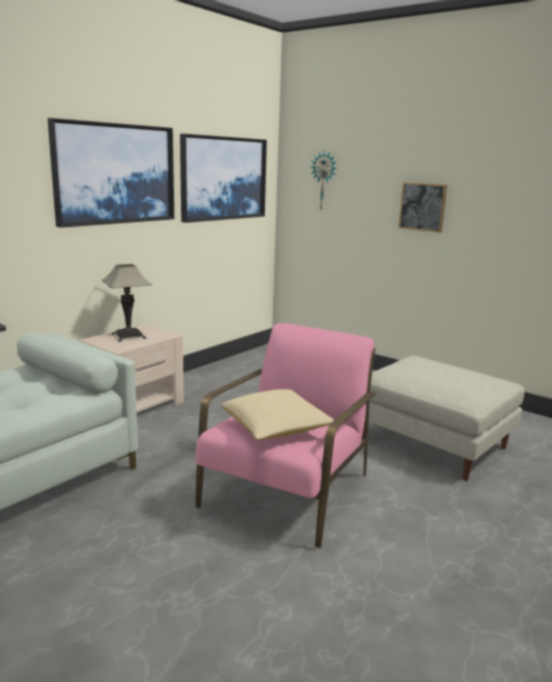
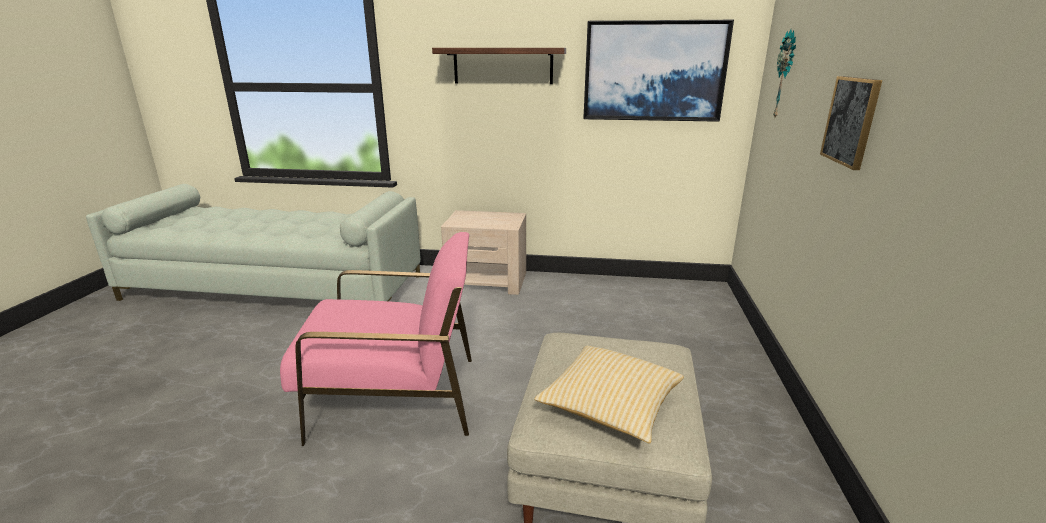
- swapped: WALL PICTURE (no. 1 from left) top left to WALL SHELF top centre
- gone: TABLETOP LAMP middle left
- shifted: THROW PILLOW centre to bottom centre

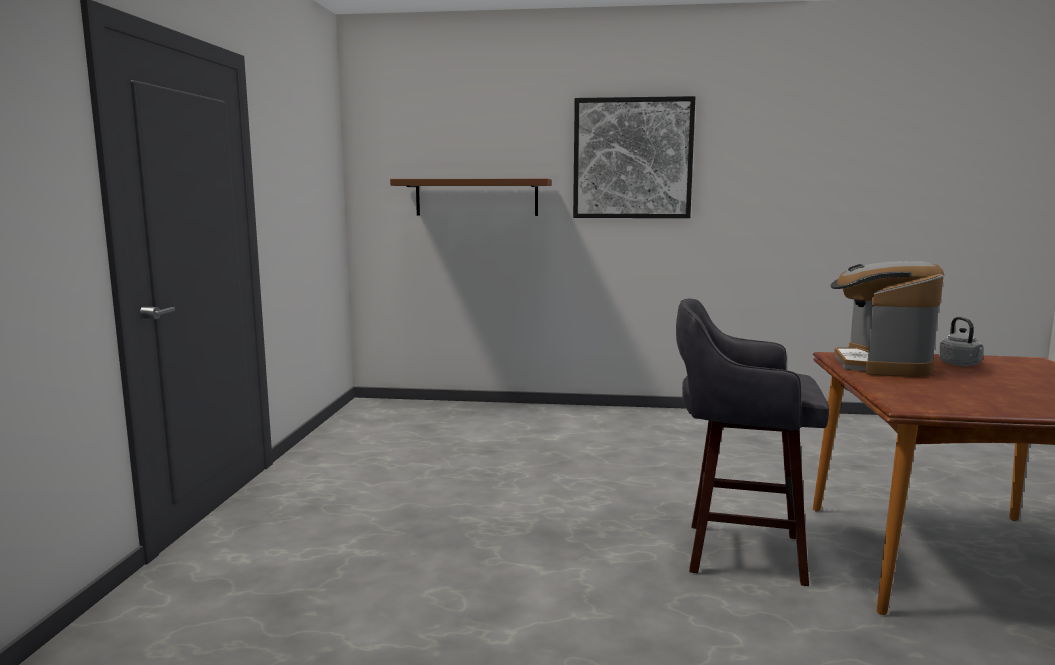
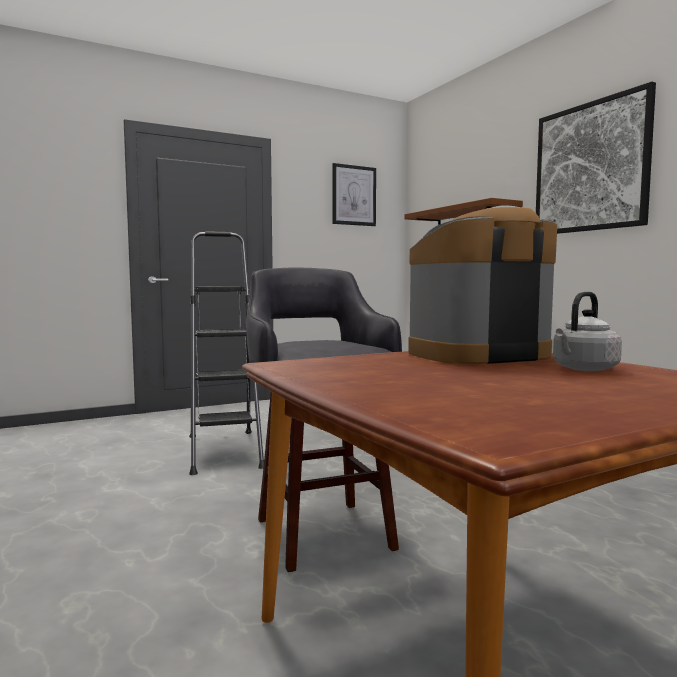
- new: WALL PICTURE (no. 1 from left) top centre
- new: STEPLADDER centre

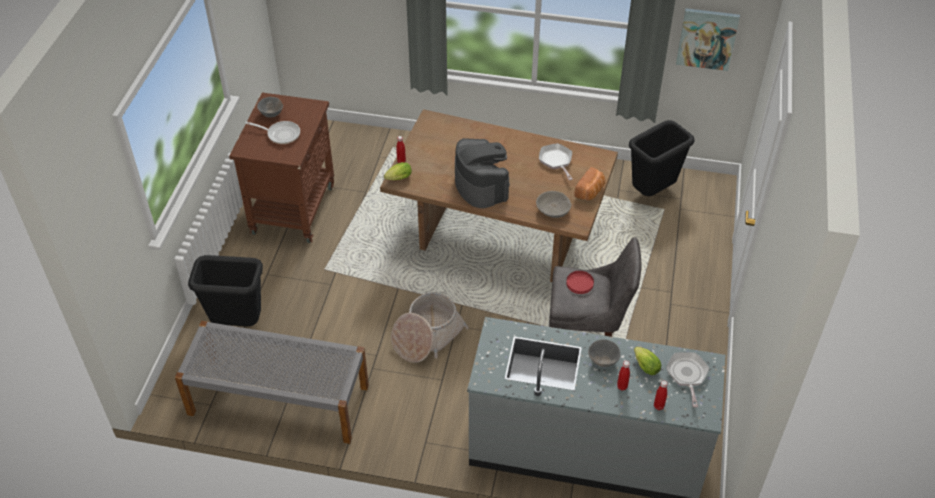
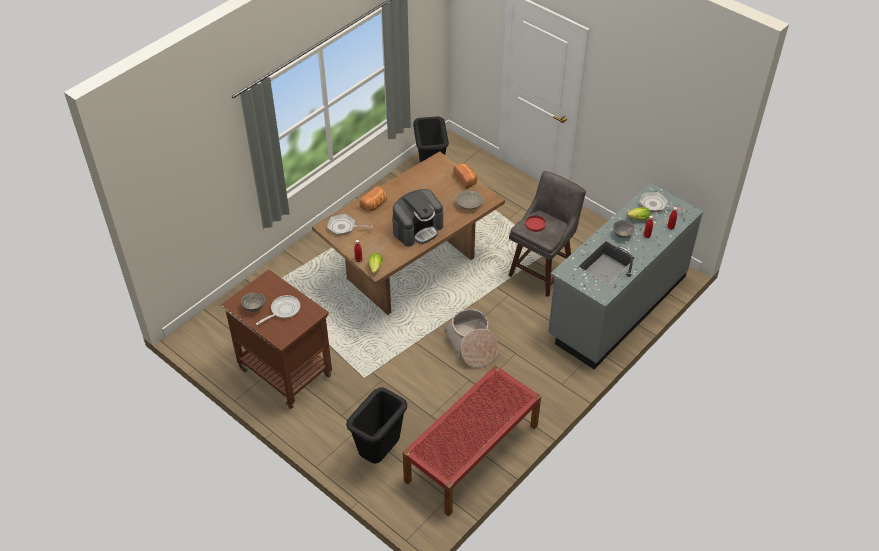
- gone: WALL PICTURE top right
- rotated: COFFEE BREWER centre = centre 135 degrees clockwise
- shifted: PAN (no. 2 from left) top centre to centre
- repainted: GRAY LONG SEAT bottom left to REDDISH LONG SEAT bottom centre
- new: BAKED BREAD (no. 1 from left) centre

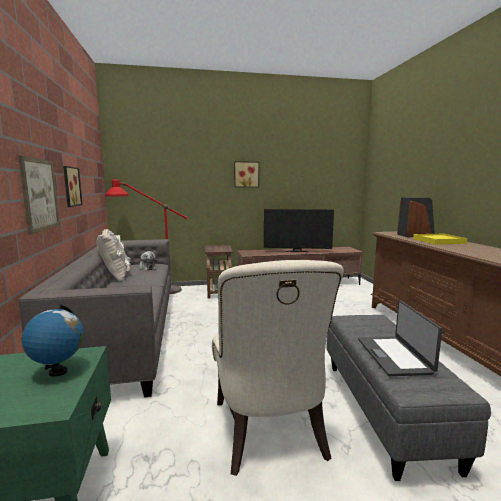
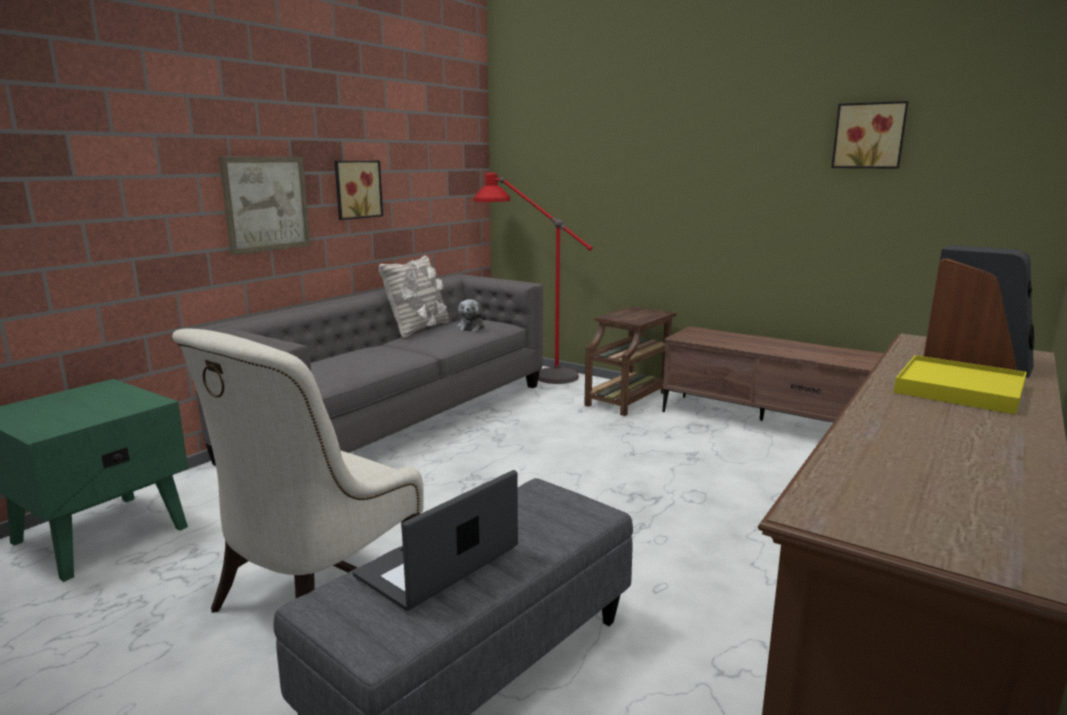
- shifted: WALL PICTURE (no. 3 from left) centre to top right
- gone: TV SET centre
- gone: DESK GLOBE bottom left

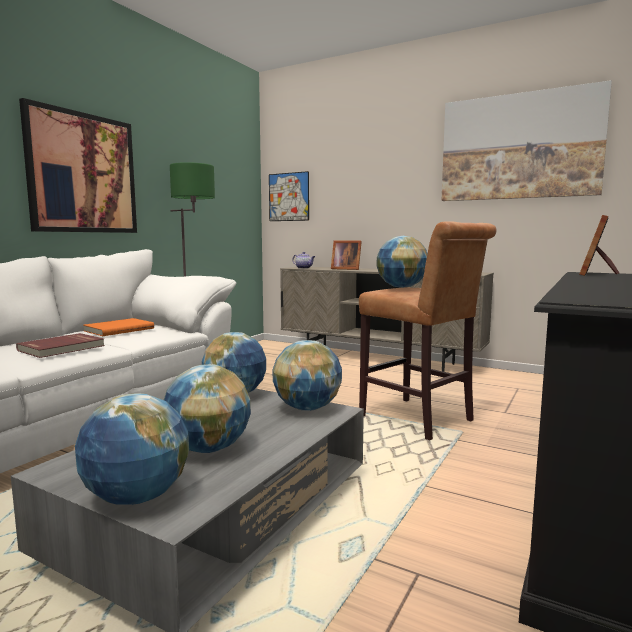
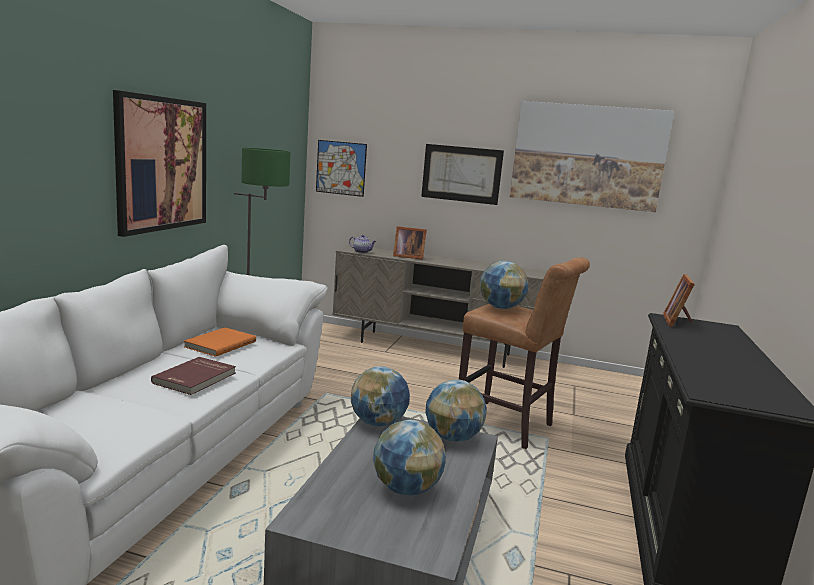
- gone: DESK GLOBE (no. 1 from left) bottom left
- new: WALL PICTURE (no. 3 from left) top centre

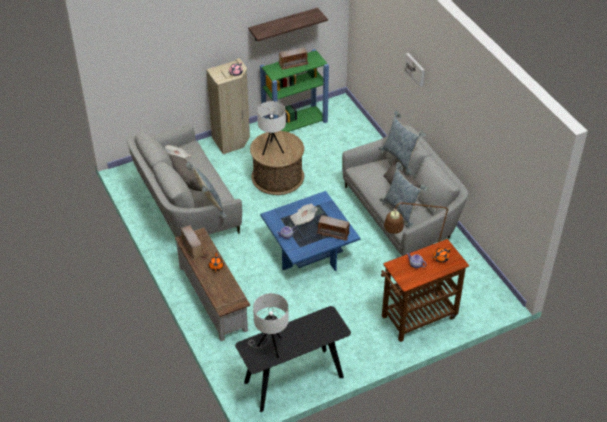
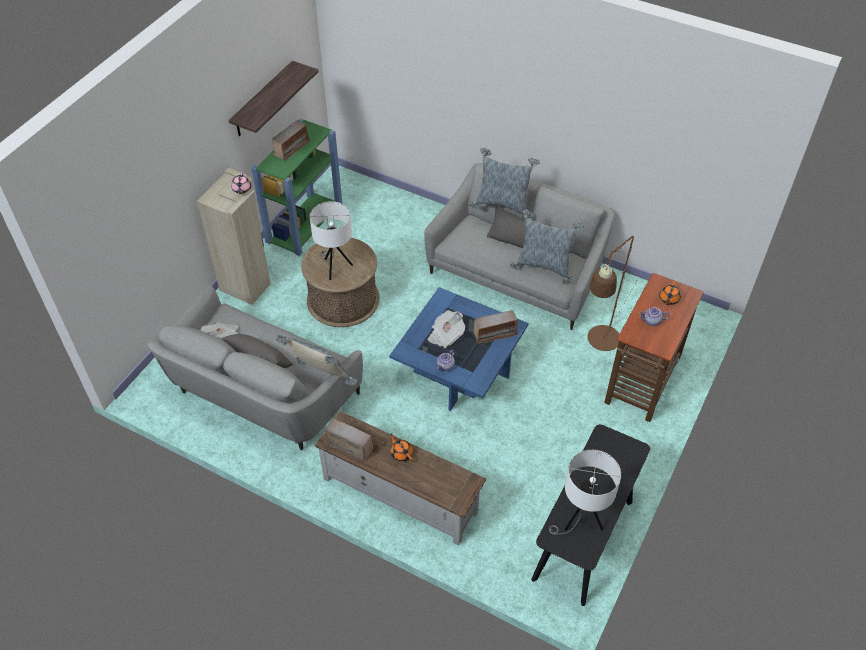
- gone: WALL PICTURE top right

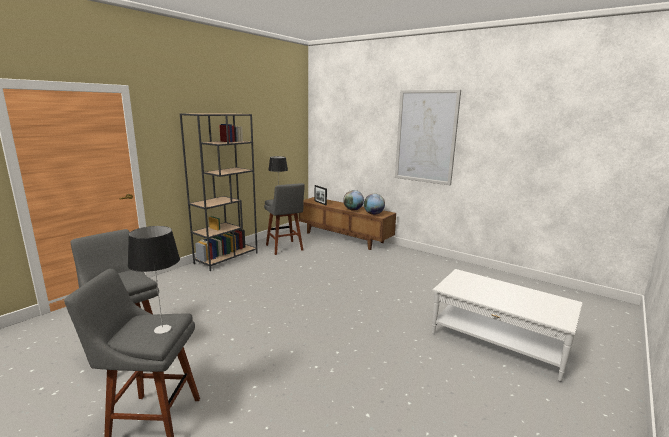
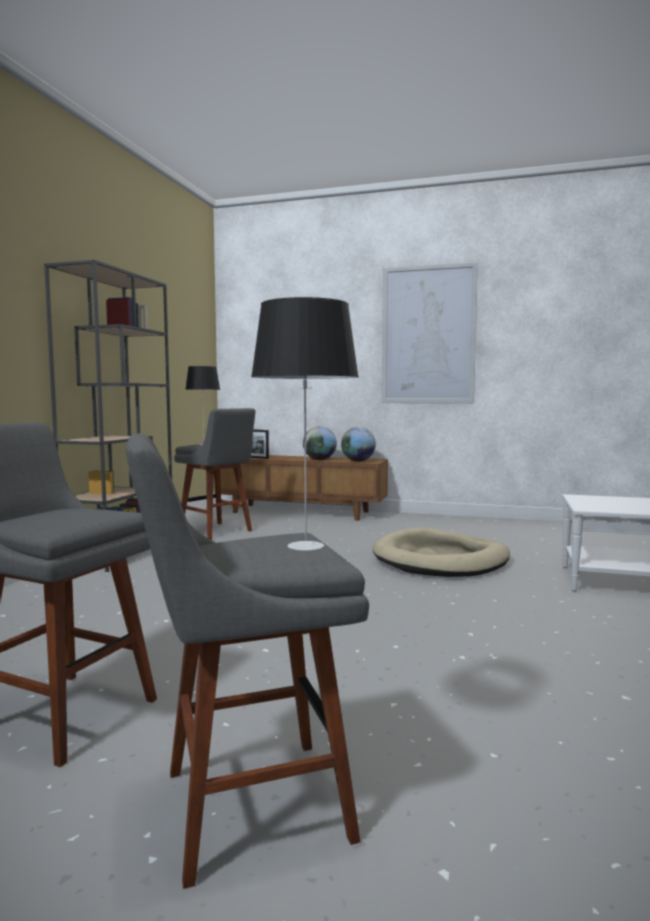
- new: BEIGE-COLOURED PET BED middle right

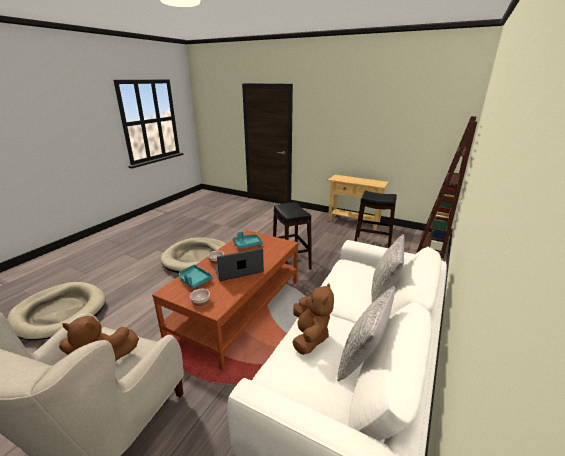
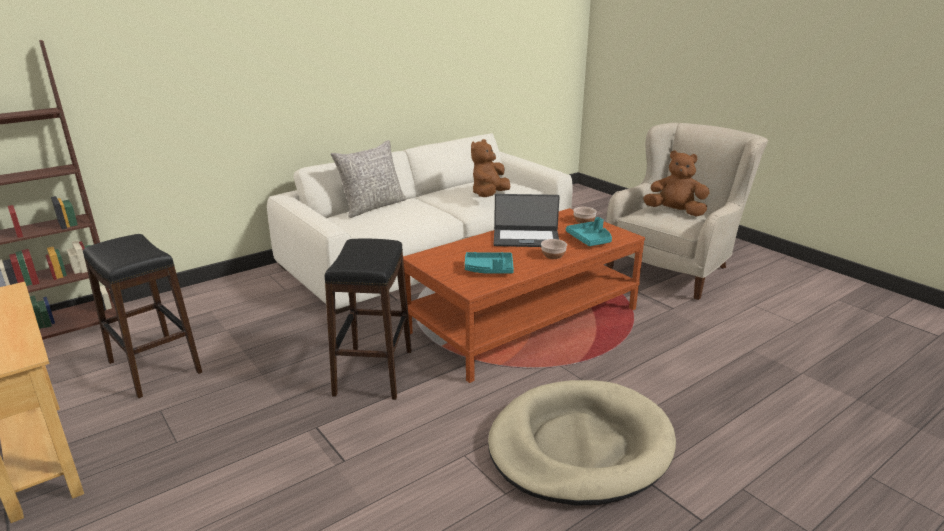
- gone: BEIGE-COLOURED PET BED (no. 1 from left) bottom left
- gone: GRAY THROW PILLOW (no. 1 from left) bottom centre

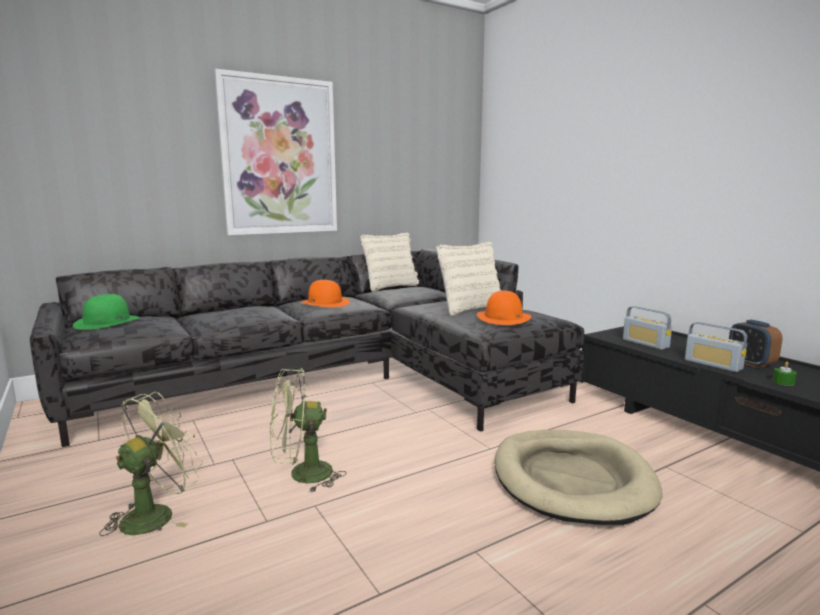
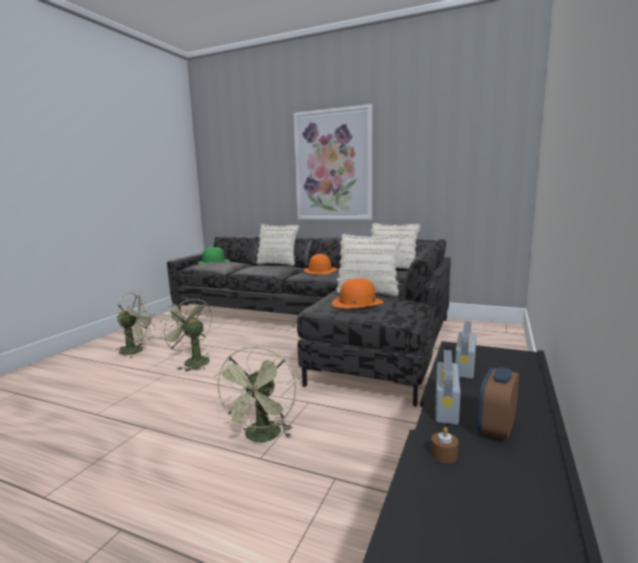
- repainted: GREENISH WAX LIGHT middle right to BROWN WAX LIGHT bottom right
- swapped: BEIGE-COLOURED PET BED bottom right to GREENISH COOLING FAN (no. 3 from left) bottom centre
- new: BEIGE-COLOURED THROW PILLOW (no. 1 from left) centre

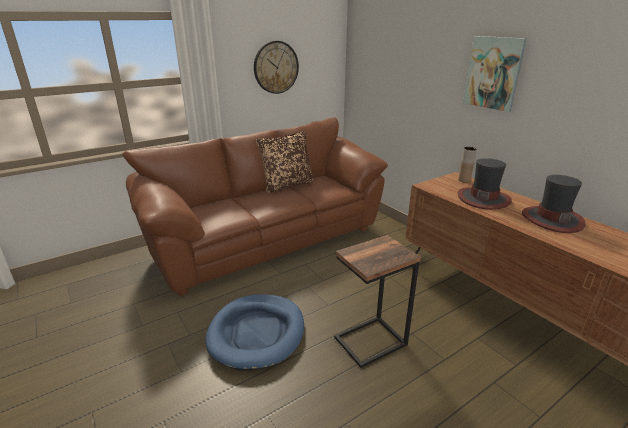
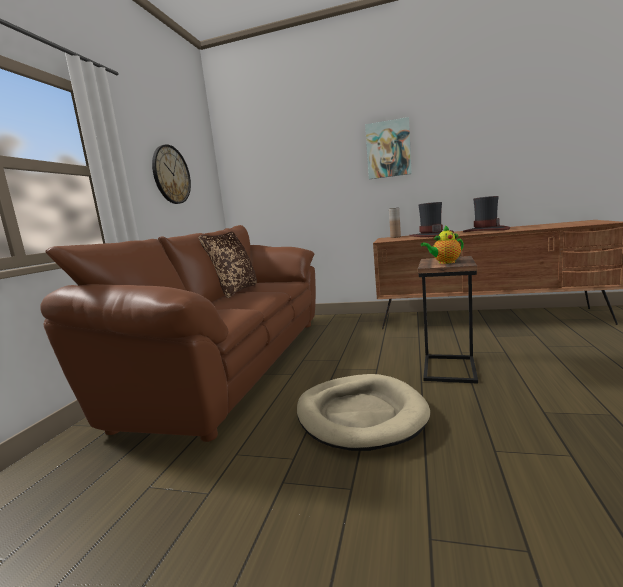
- repainted: BLUE PET BED bottom centre to BEIGE-COLOURED PET BED bottom centre
- new: POT FOR TEA middle right

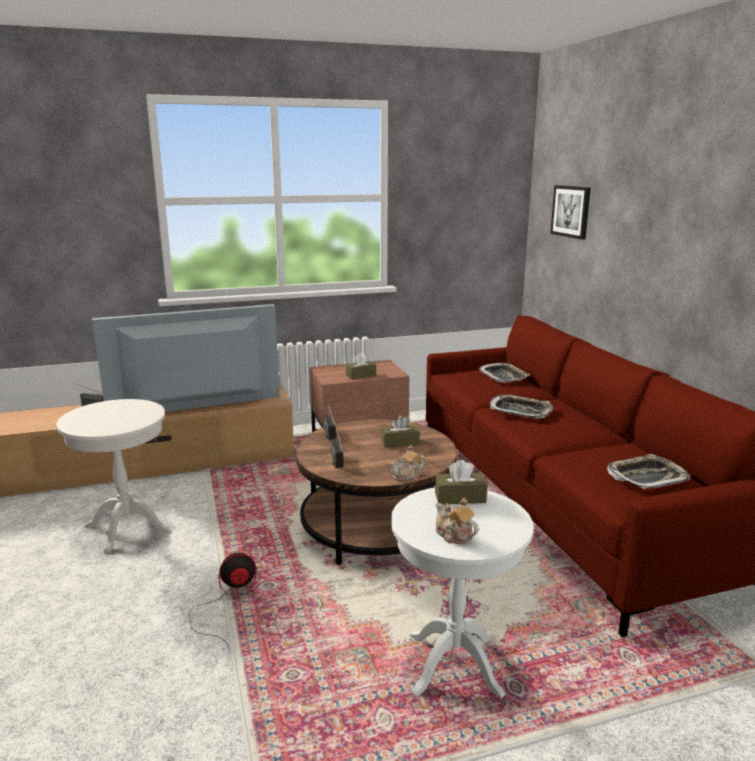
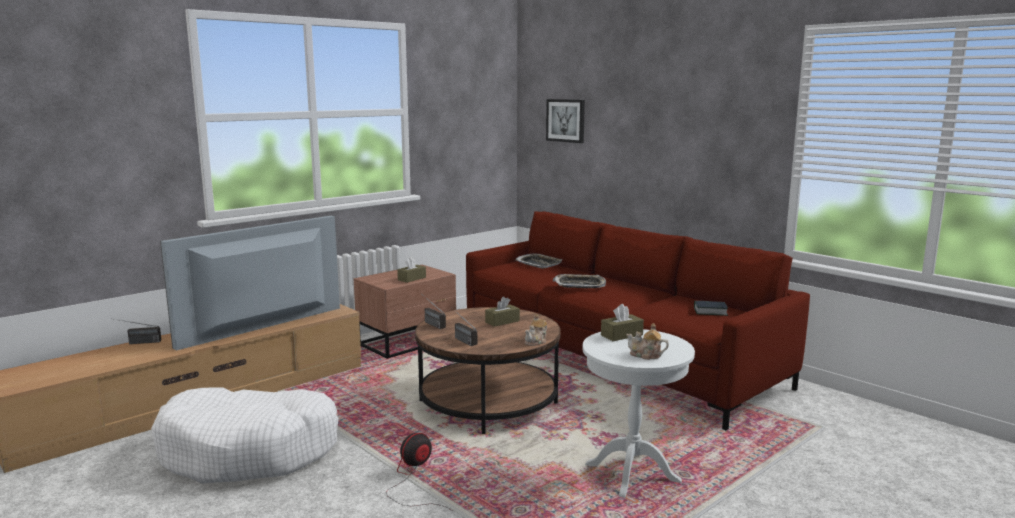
- swapped: WHITE ACCENT TABLE (no. 1 from left) middle left to WHITE PET BED bottom left
- swapped: CARRYING TRAY (no. 3 from left) middle right to VOLUME middle right

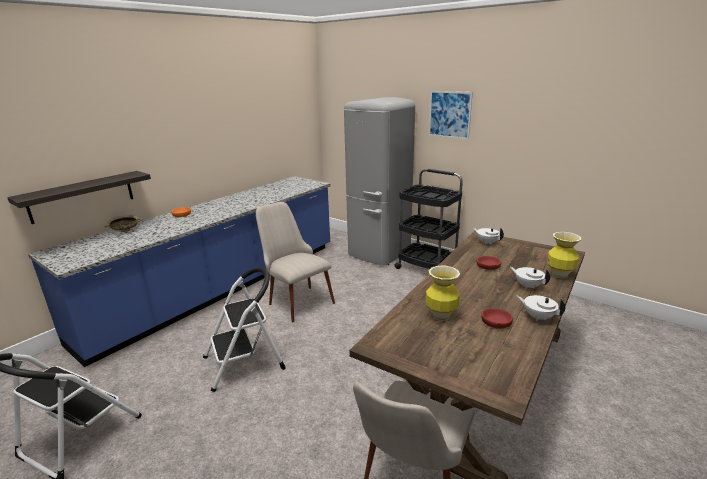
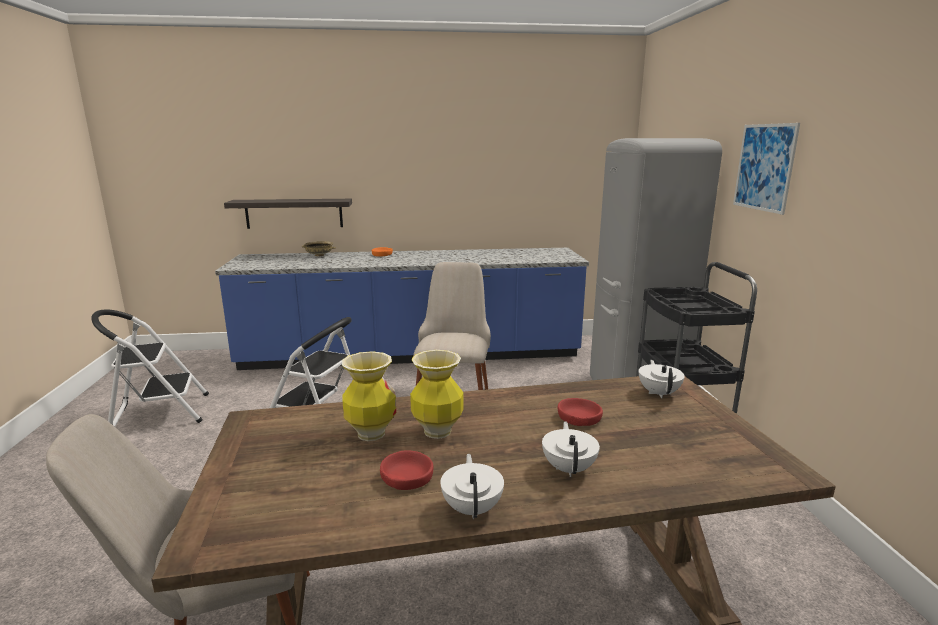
- shifted: VASE (no. 2 from left) middle right to centre

